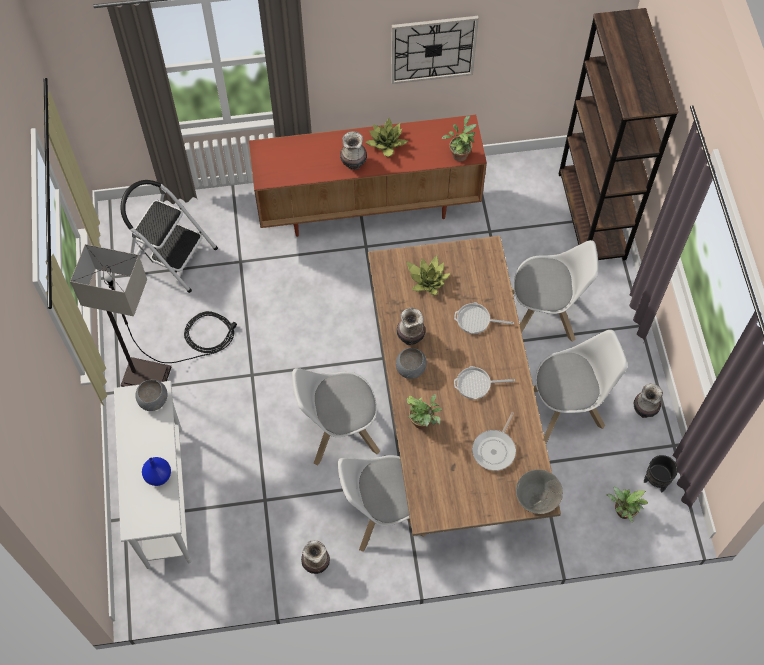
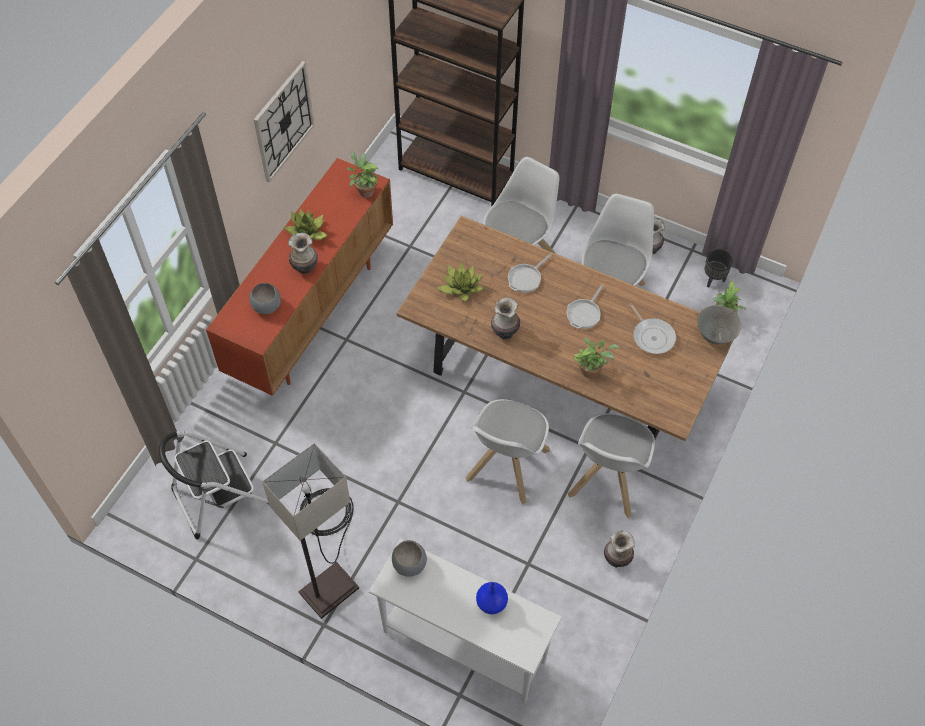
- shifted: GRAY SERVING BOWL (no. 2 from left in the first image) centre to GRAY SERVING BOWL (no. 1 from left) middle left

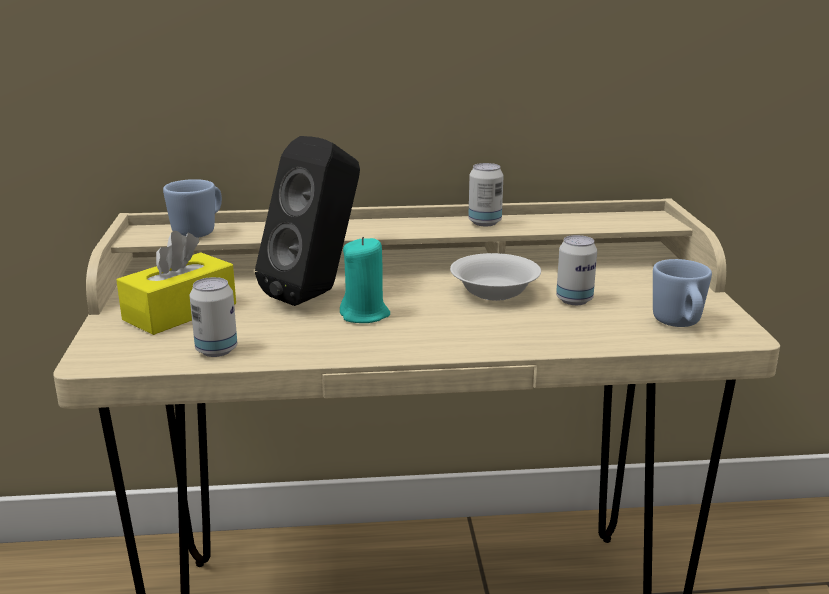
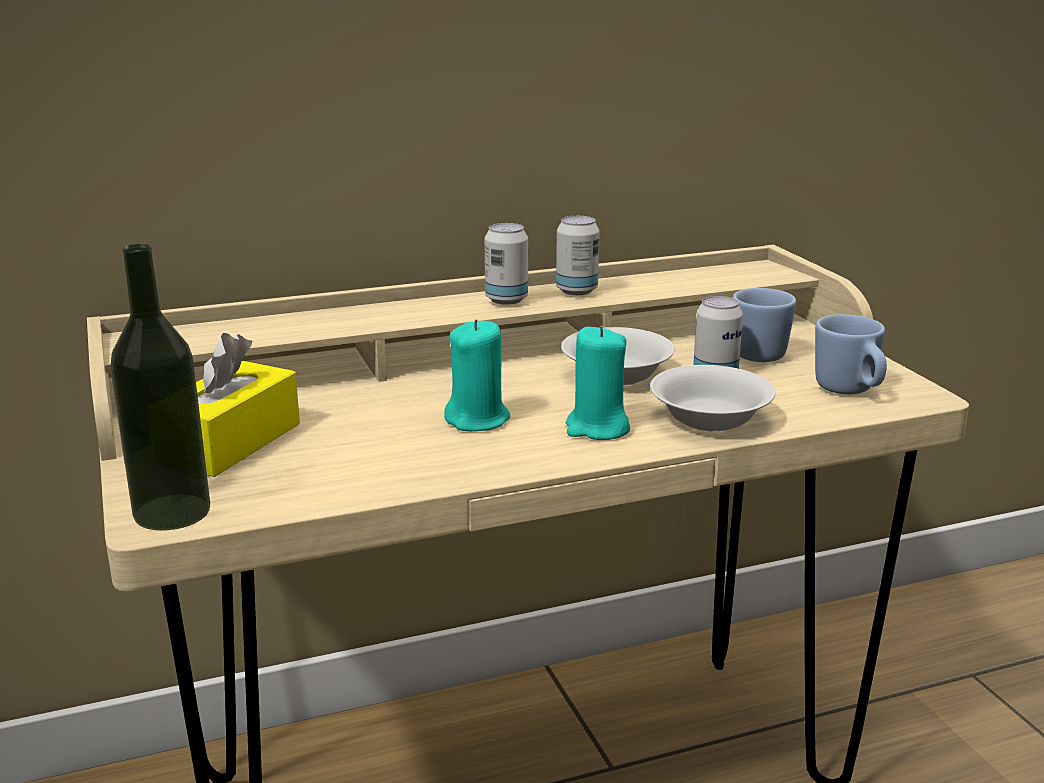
- gone: BLACK-COLOURED AUDIO SPEAKER centre
- shifted: BLUE TEA MUG (no. 1 from left) middle left to middle right
- shifted: CAN (no. 1 from left) middle left to centre
- new: BEVERAGE BOTTLE middle left
- new: BLUE-GREEN WAX LIGHT (no. 2 from left) centre
- new: WHITE SERVING BOWL (no. 2 from left) middle right

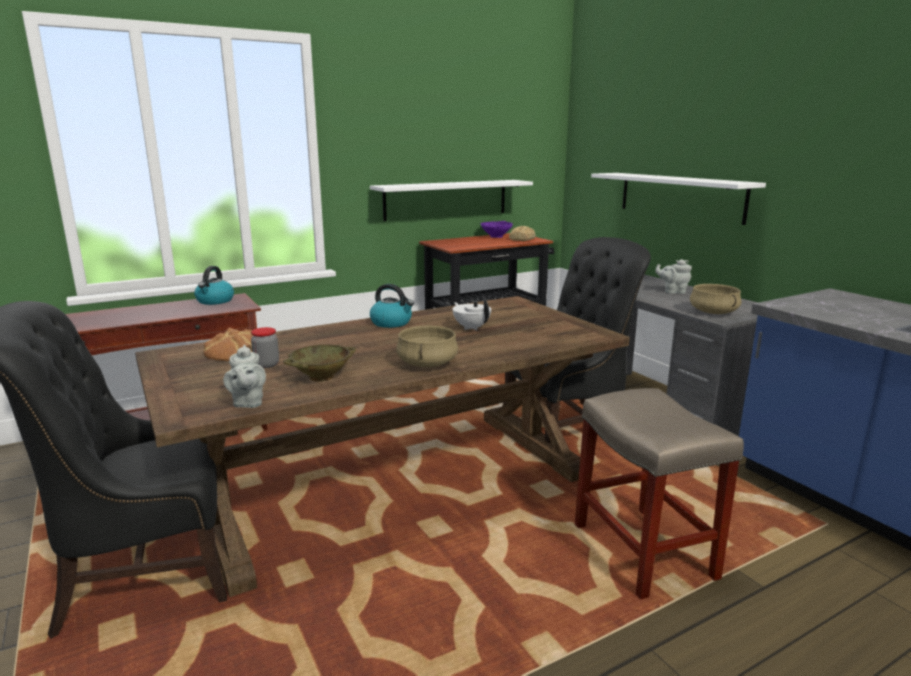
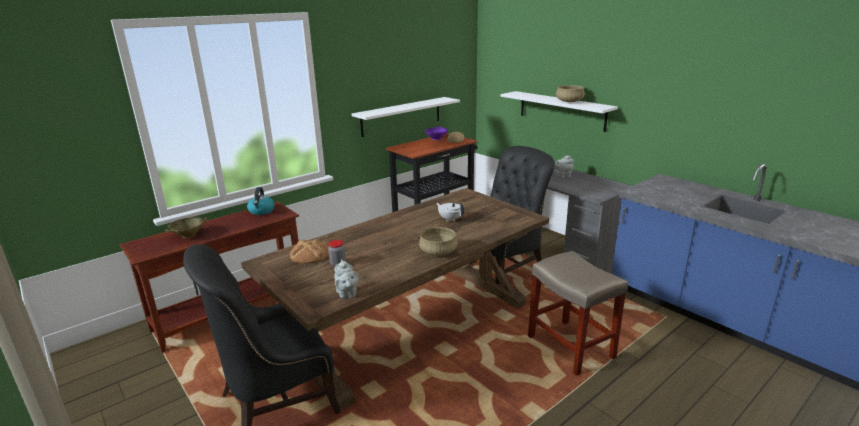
- gone: KETTLE (no. 2 from left) centre
- shifted: BEIGE-COLOURED COOKING POT (no. 2 from left) middle right to top centre
- shifted: BEIGE-COLOURED SERVING BOWL centre to middle left

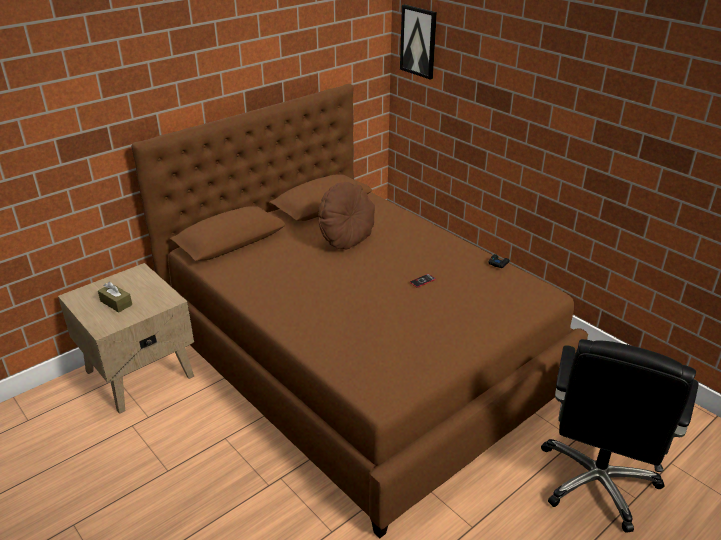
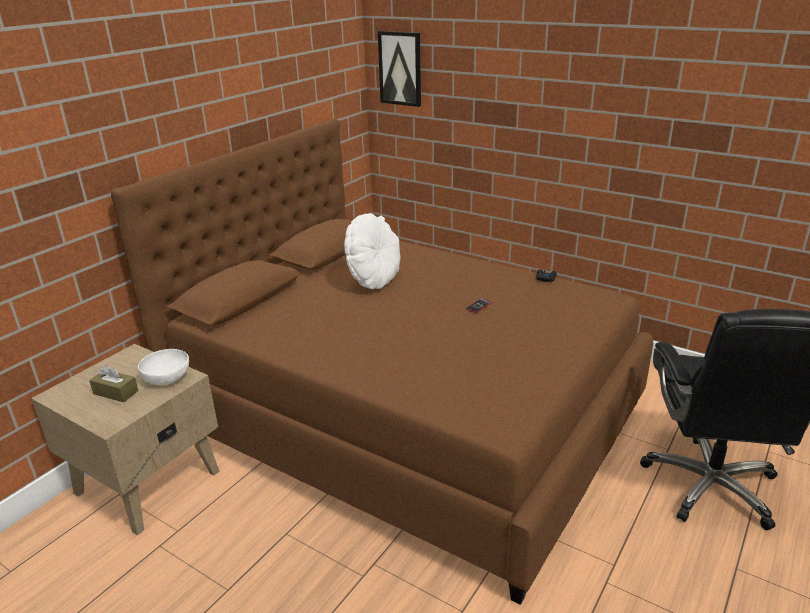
- repainted: BROWN THROW PILLOW centre to WHITE THROW PILLOW centre
- new: WHITE SERVING BOWL middle left

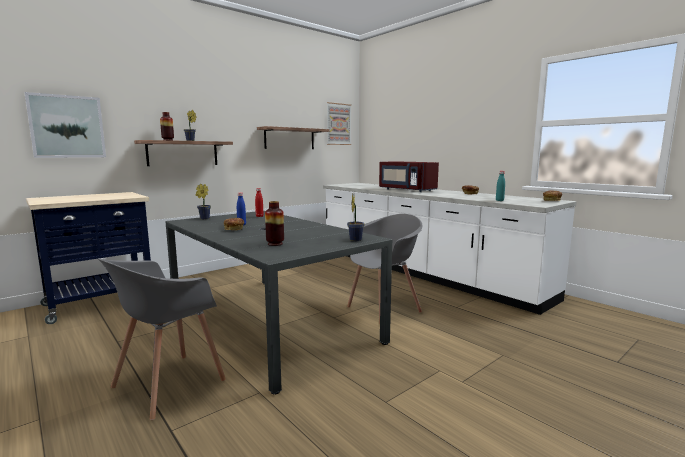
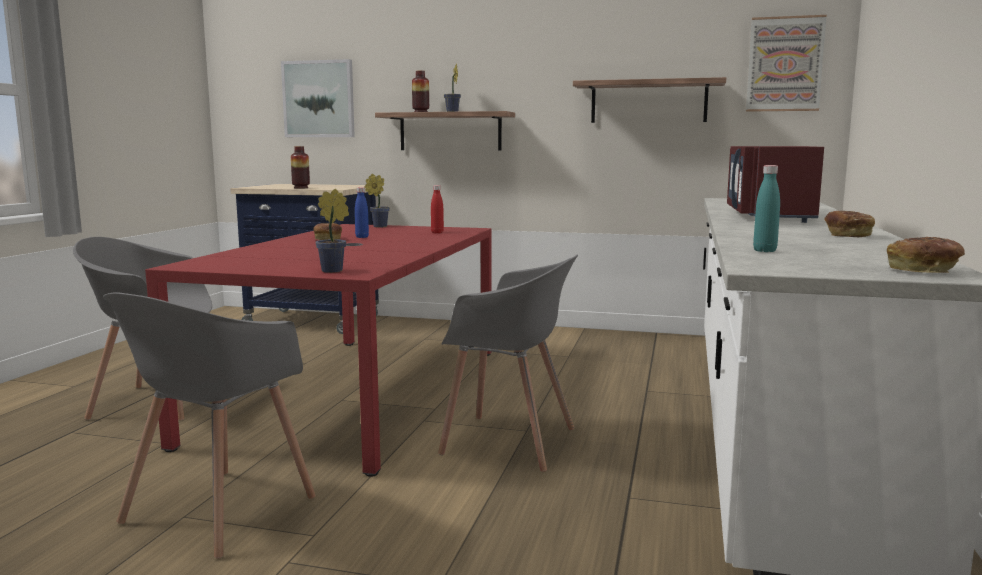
- shifted: VASE (no. 2 from left in the first image) centre to VASE (no. 1 from left) top left
- repainted: GRAY DINNER TABLE centre to REDDISH DINNER TABLE middle left
- new: GRAY CHAIR (no. 2 from left) bottom left

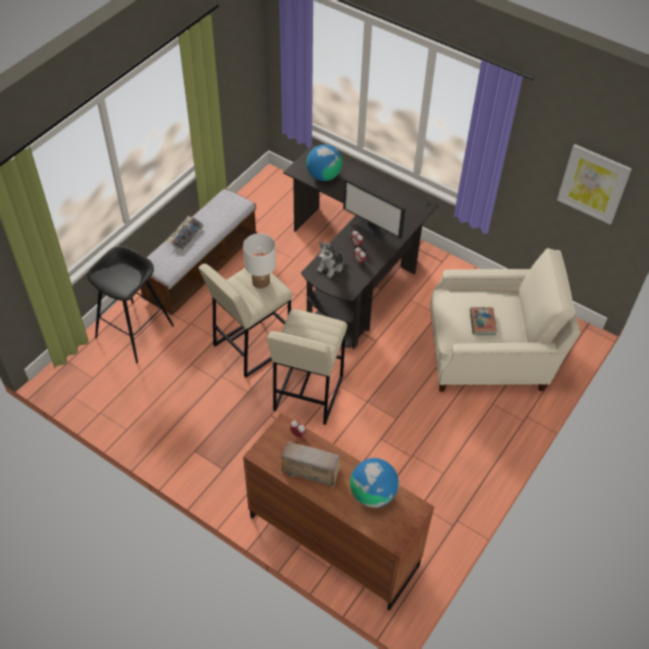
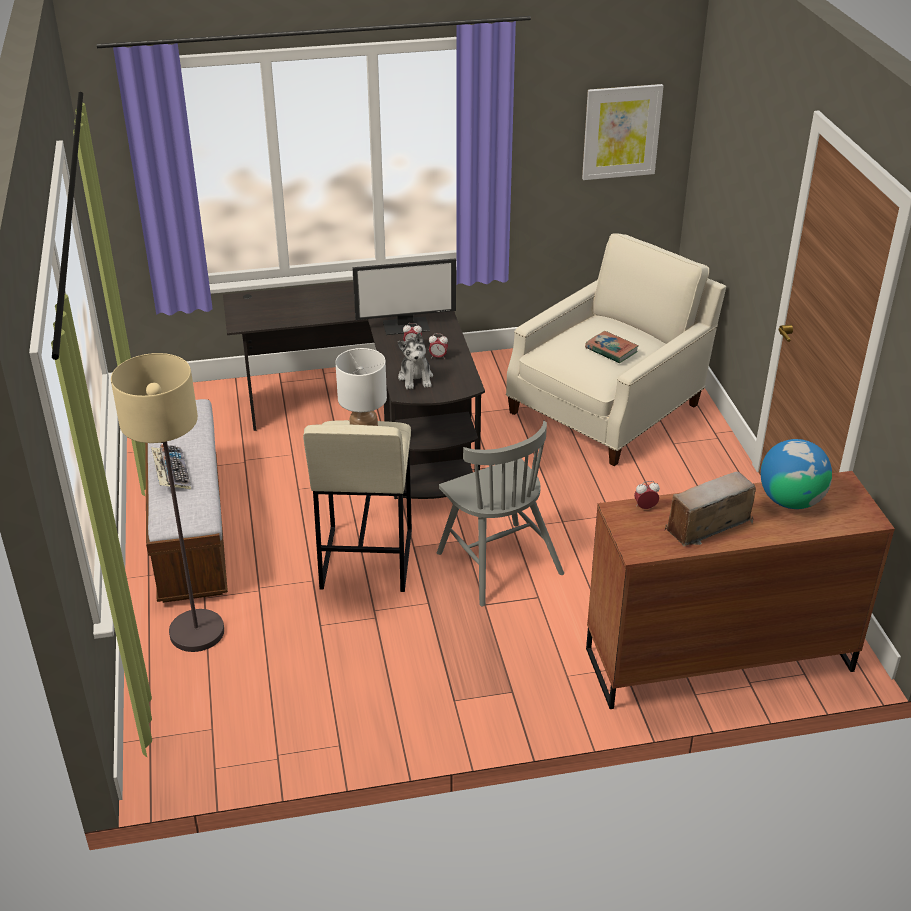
- gone: DESK GLOBE (no. 1 from left) top centre
- swapped: BLACK-COLOURED SITTING STOOL middle left to BEIGE-COLOURED STANDING LAMP middle left
- swapped: BEIGE-COLOURED SITTING STOOL (no. 2 from left) centre to GRAY CHAIR centre

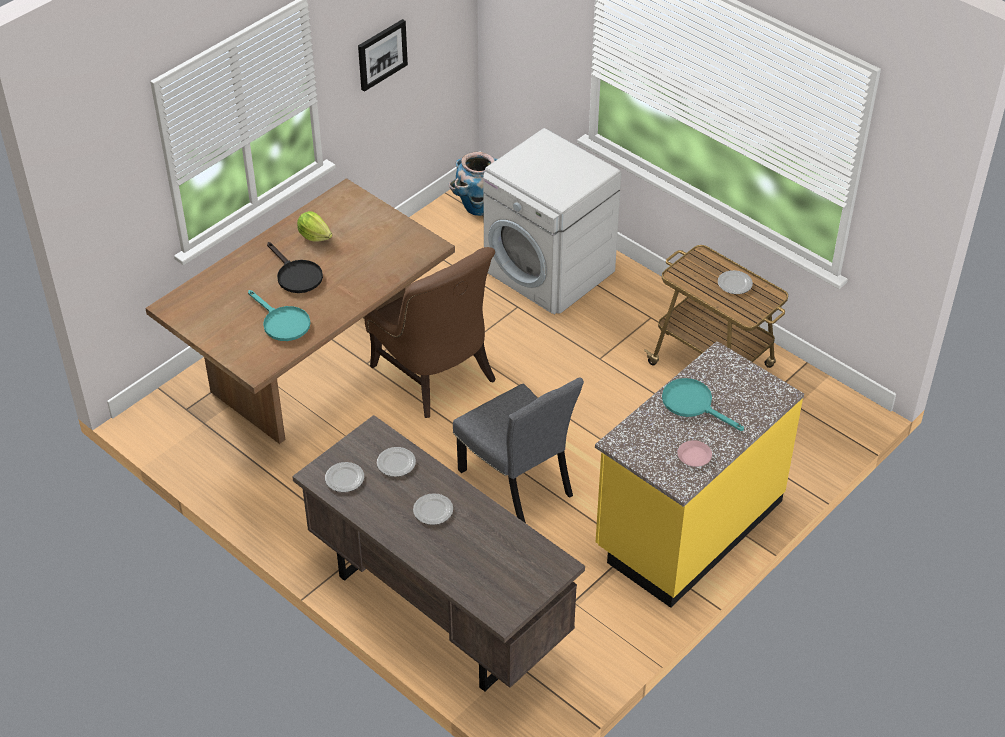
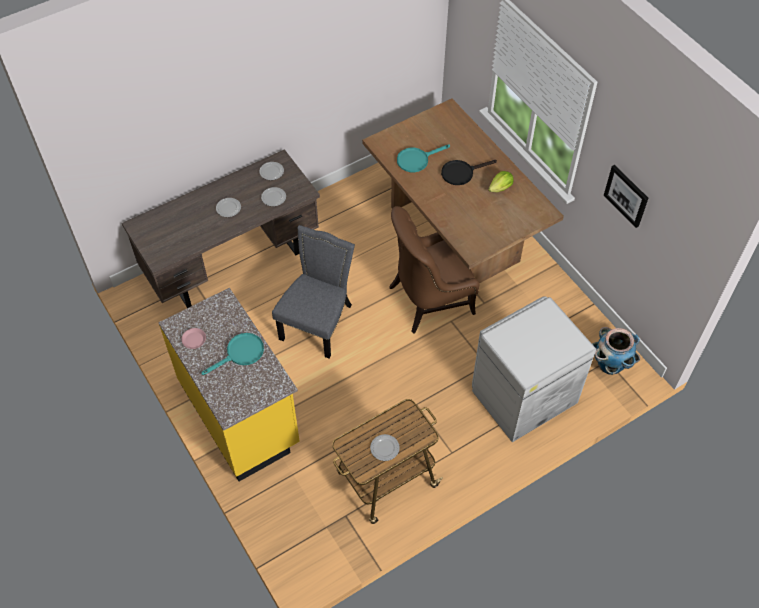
- rotated: GRAY CHAIR centre = centre 135 degrees clockwise

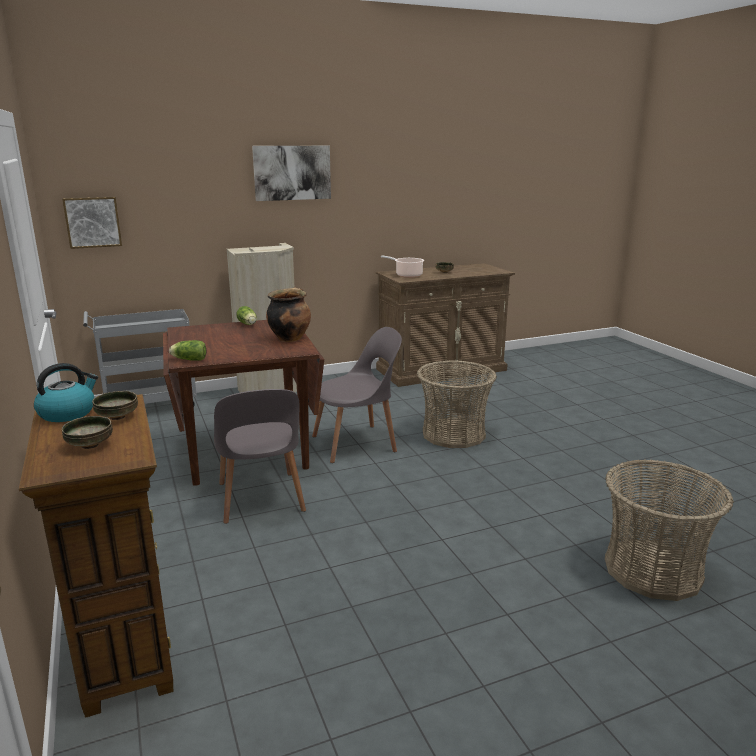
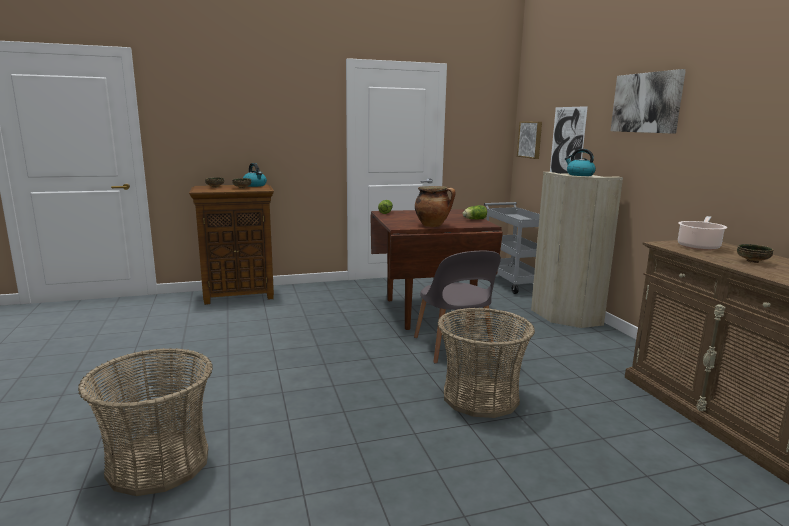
- gone: GRAY CHAIR (no. 1 from left) centre
- new: WALL PICTURE (no. 2 from left) top right
- new: KETTLE (no. 2 from left) top right

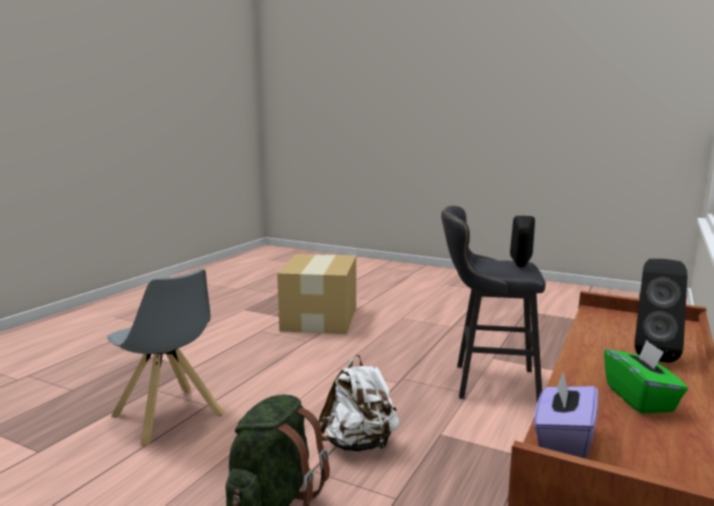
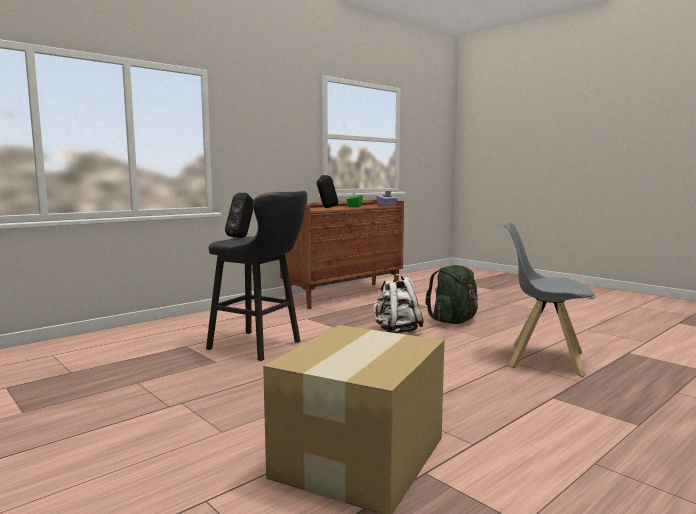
- rotated: GRAY CHAIR bottom left = middle right 45 degrees counterclockwise

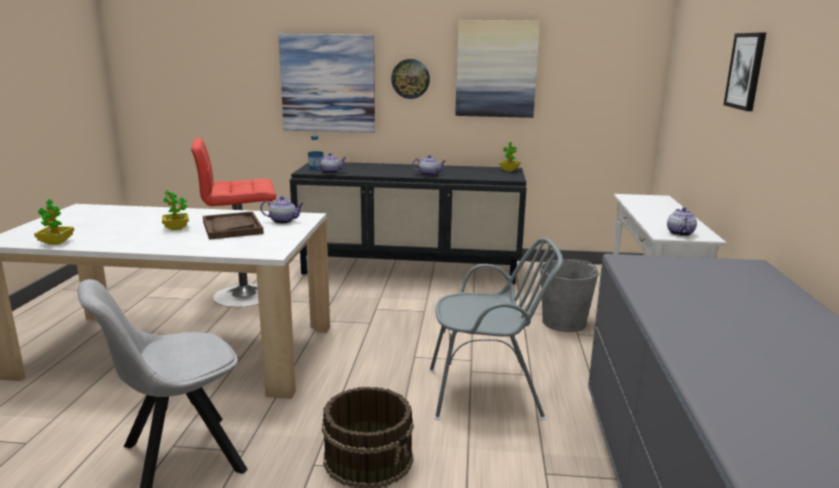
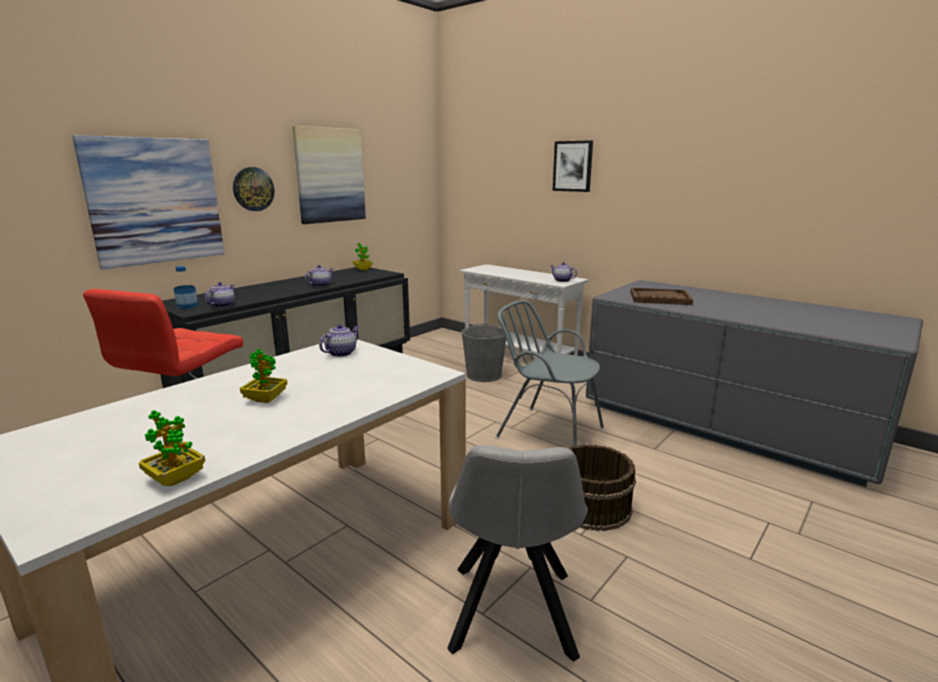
- shifted: BROWN CARRYING TRAY middle left to middle right
- rotated: GRAY CHAIR (no. 2 from left) bottom centre = centre 90 degrees counterclockwise

